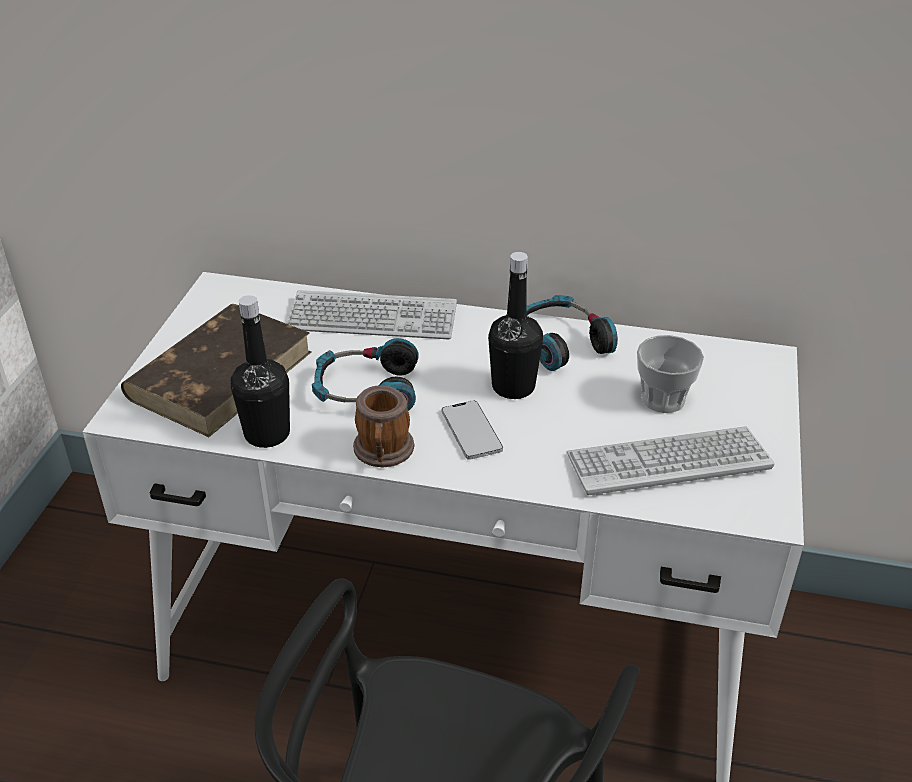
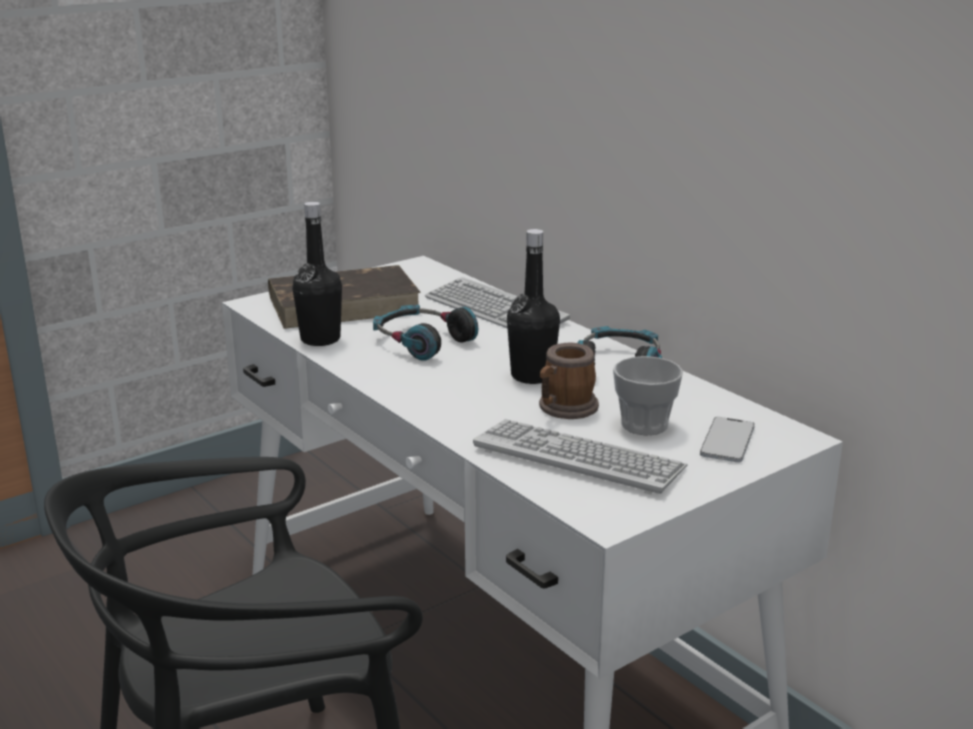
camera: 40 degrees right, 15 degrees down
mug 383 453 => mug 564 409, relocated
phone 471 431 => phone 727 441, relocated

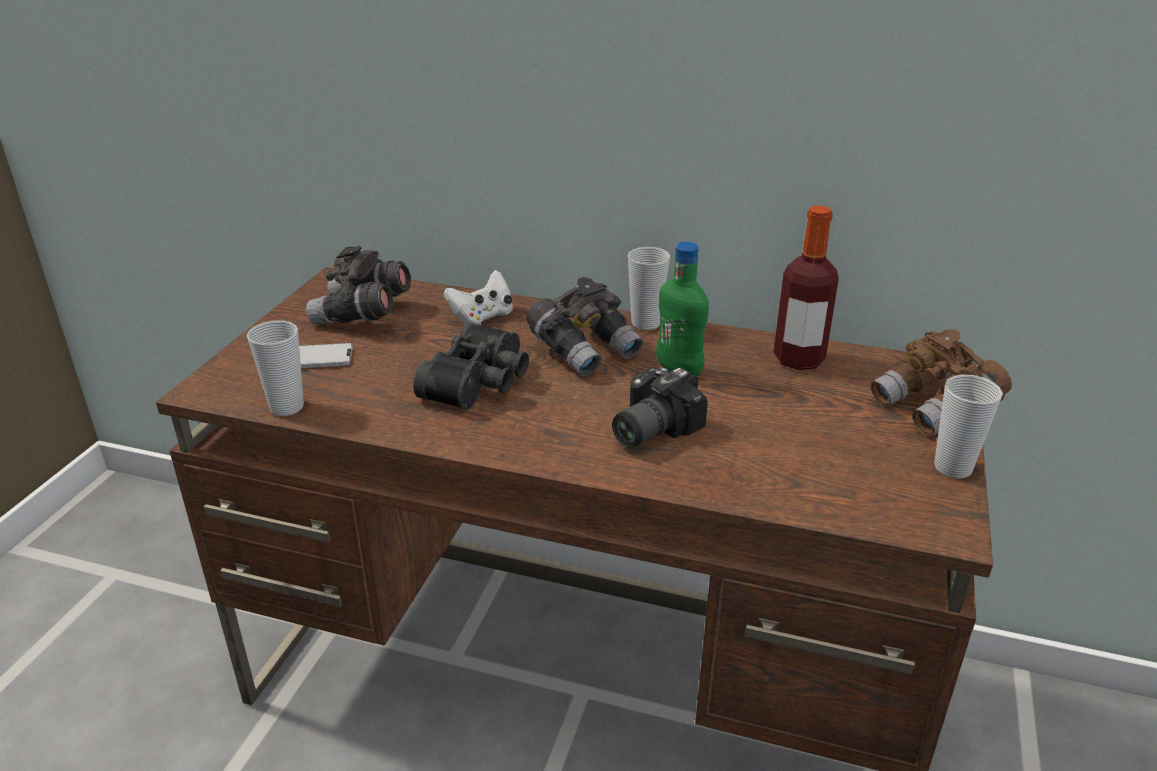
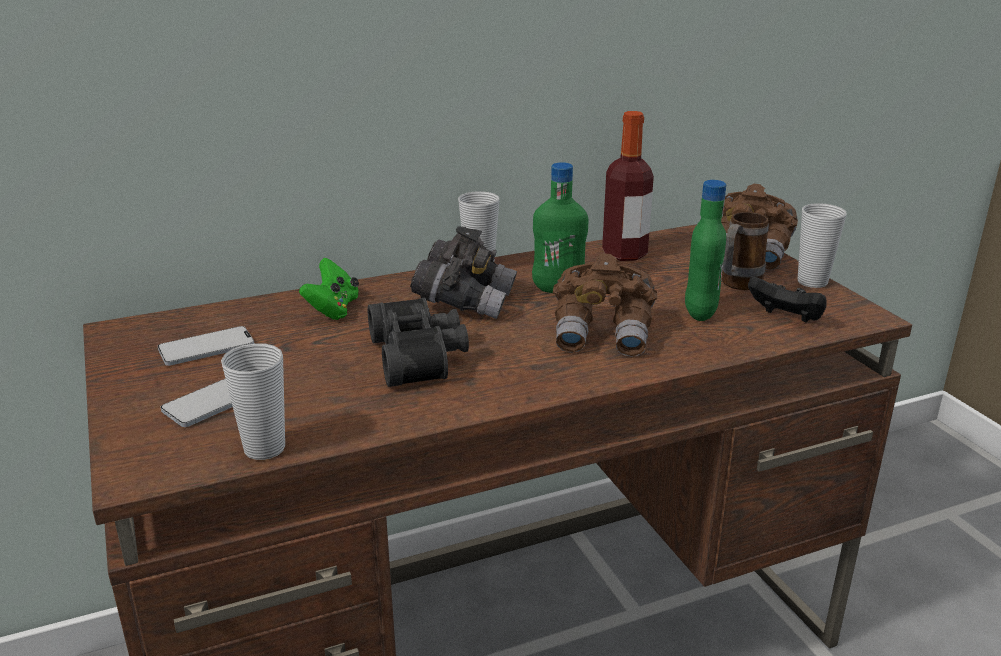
camera: 40 degrees left, 5 degrees down
grey binoculars 362 315 => phone 206 348
white game controller 482 317 => green game controller 333 309
photo camera 648 428 => brown binoculars 603 334
nothing => green bottle 700 312
nothing => mug 737 285
nothing => black game controller 786 318

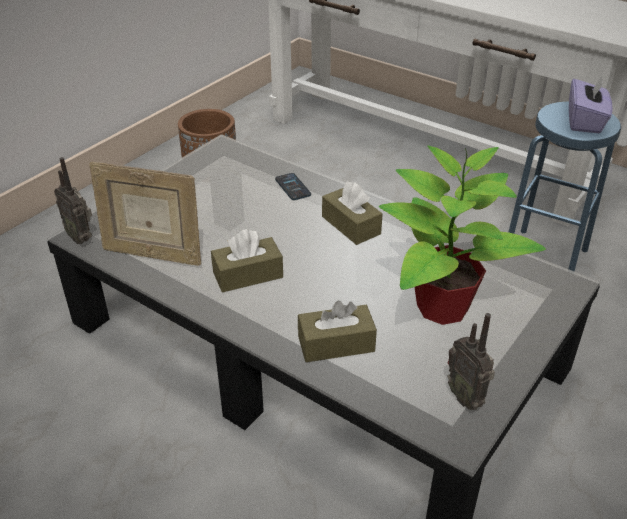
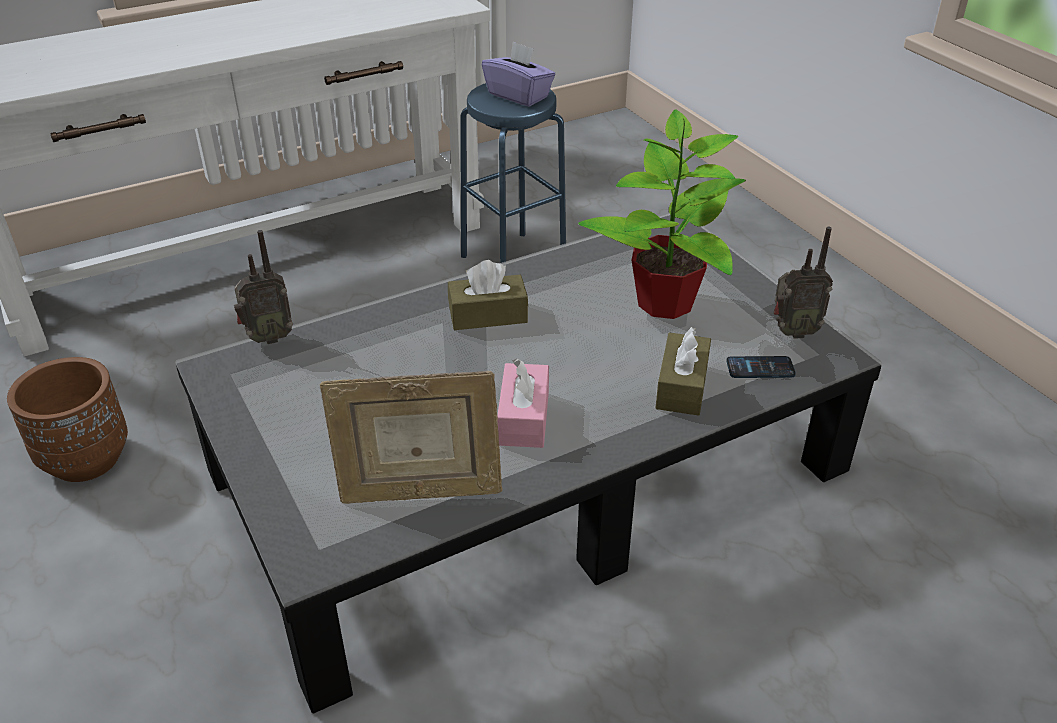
camera: 65 degrees left, 0 degrees up
radio 81 237 => radio 268 338, relocated
picture frame 152 254 => picture frame 419 492, 45 degrees clockwise
brown tissue box 248 275 => pink tissue box 524 418
phone 292 187 => phone 760 368, relocated

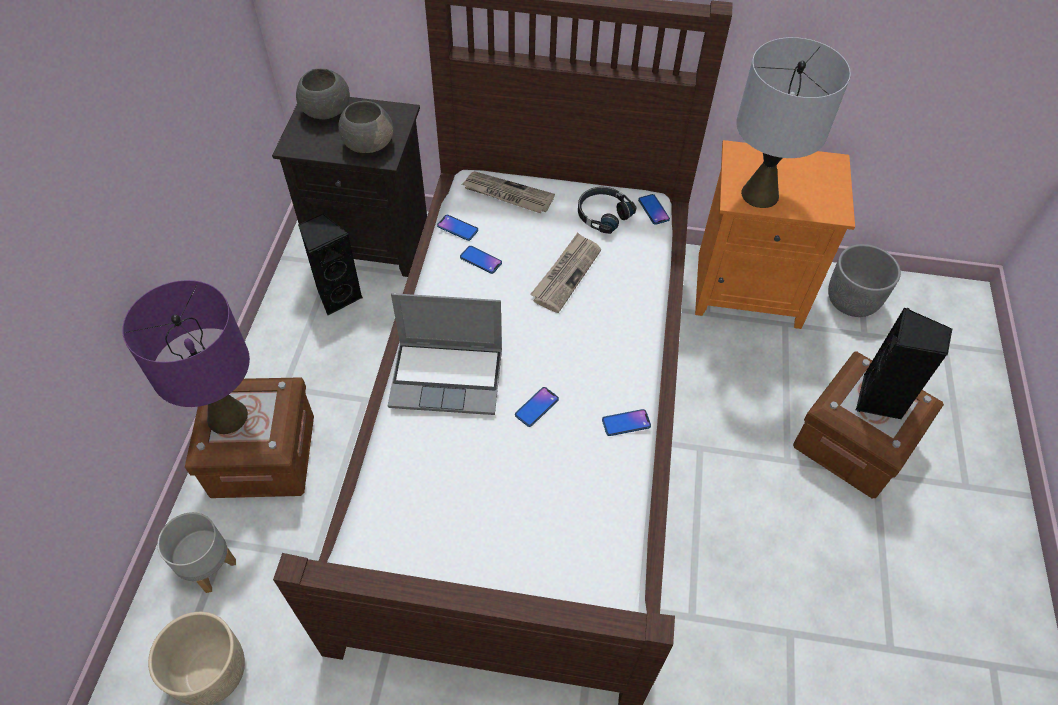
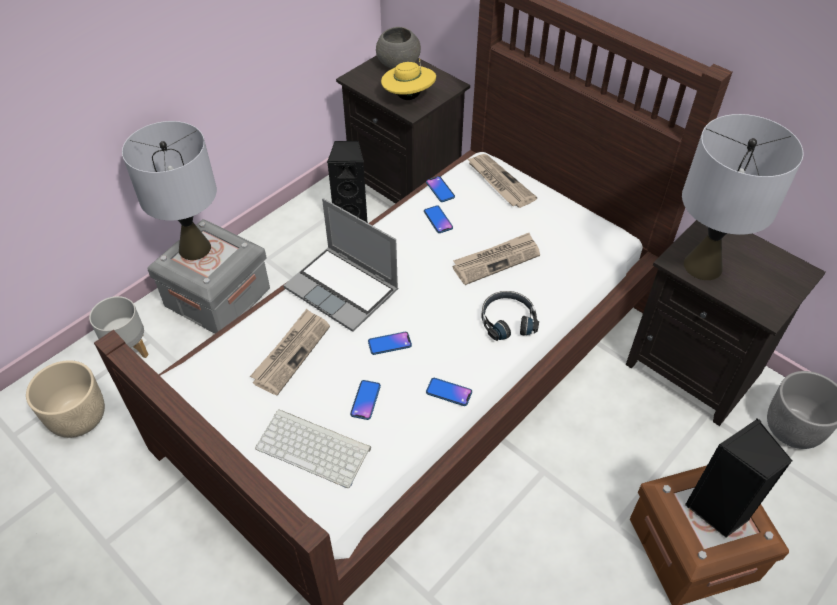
camera: 35 degrees right, 5 degrees down
purple table lamp 227 416 => grey table lamp 195 248
brown storage box 263 455 => grey storage box 217 297
nothing => newspaper 291 352
nothing => keyboard 315 447
phone 653 210 => phone 365 400, relocated
grey bowl 368 143 => yellow hat 408 96
black headphones 602 214 => black headphones 507 320, relocated
orange nightstand 750 288 => black nightstand 695 368

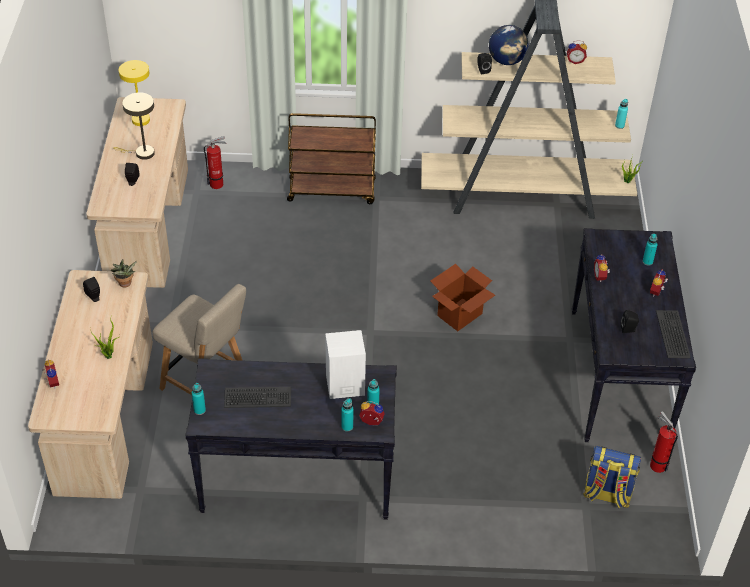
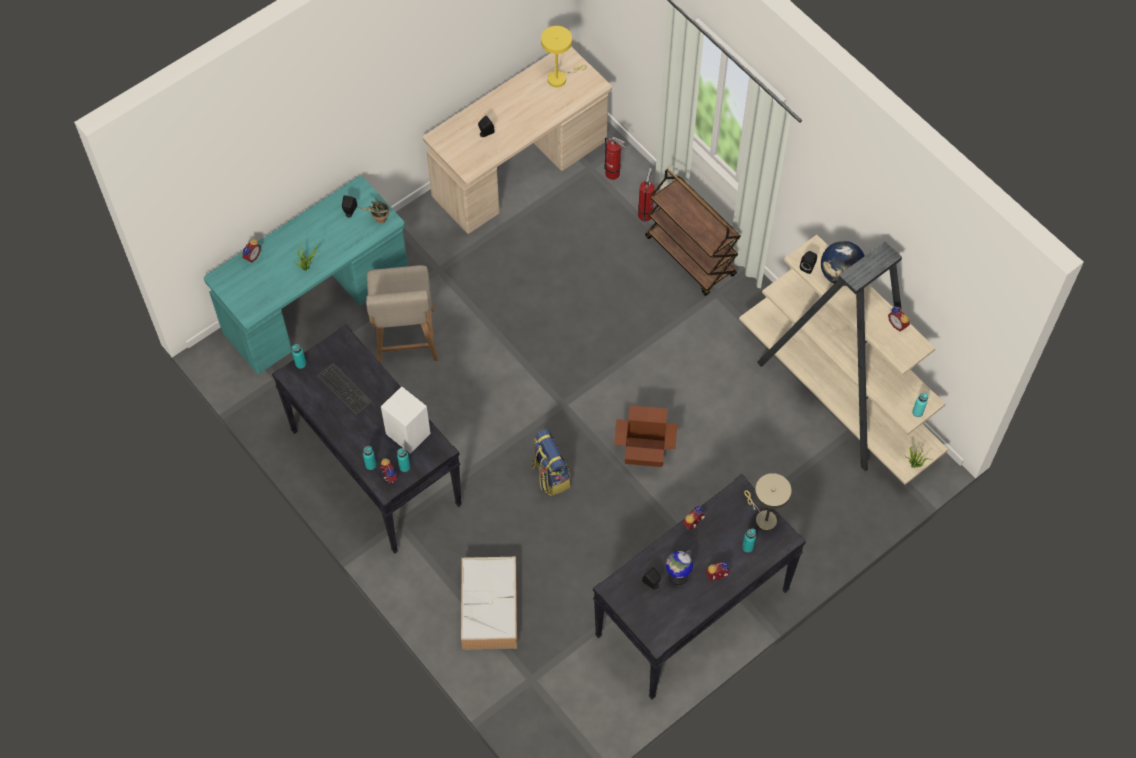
camera: 50 degrees right, 15 degrees up
beige desk 105 417 => turquoise desk 317 303
nothing => storage box 490 609
backpack 606 494 => backpack 550 475, relocated
fire extinguisher 656 464 => fire extinguisher 645 213, relocated
nothing => globe 678 576
beige table lamp 141 153 => beige table lamp 763 518, relocated
keyboard 673 334 => nothing

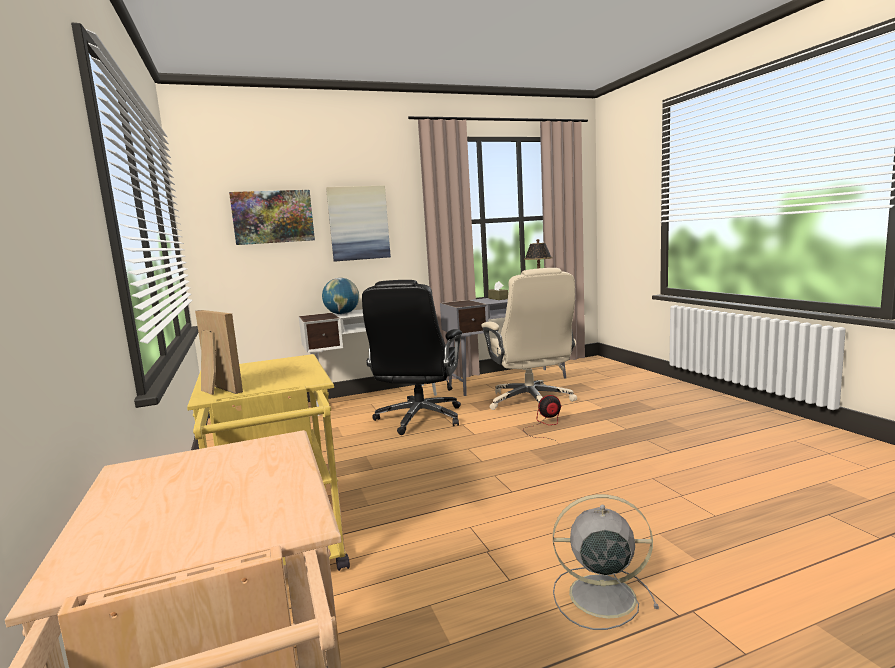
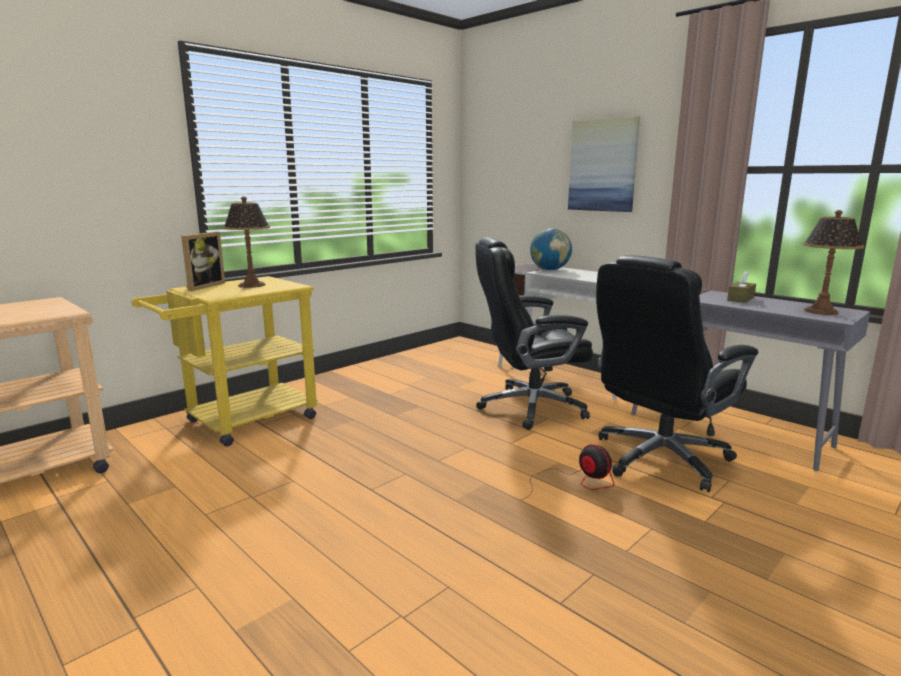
camera: 65 degrees right, 5 degrees up
nothing => table lamp 252 285
beige office chair 531 402 => black office chair 659 459
picture 273 217 => nothing
grey fan 599 595 => nothing

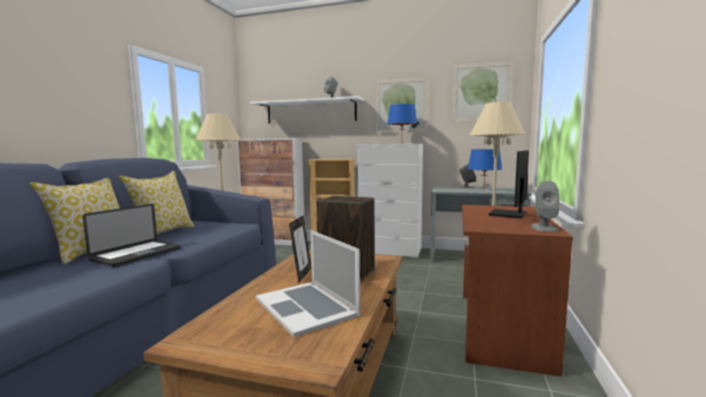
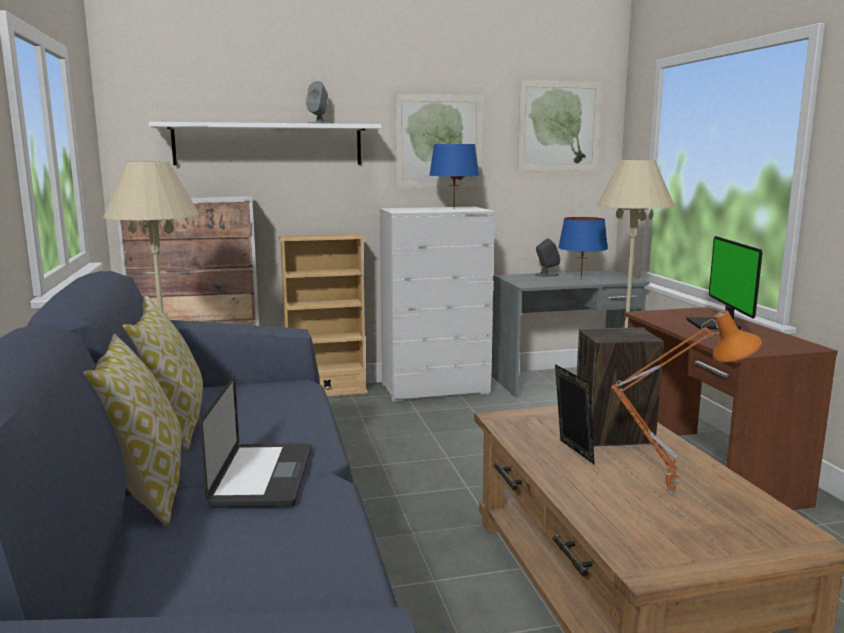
camera: 30 degrees left, 5 degrees up
laptop 306 306 => orange table lamp 672 491
grey speaker 544 228 => nothing

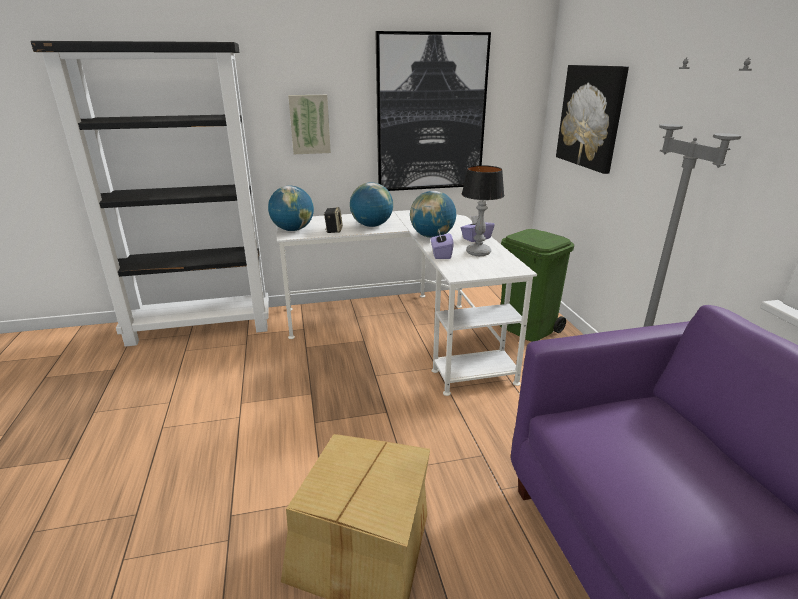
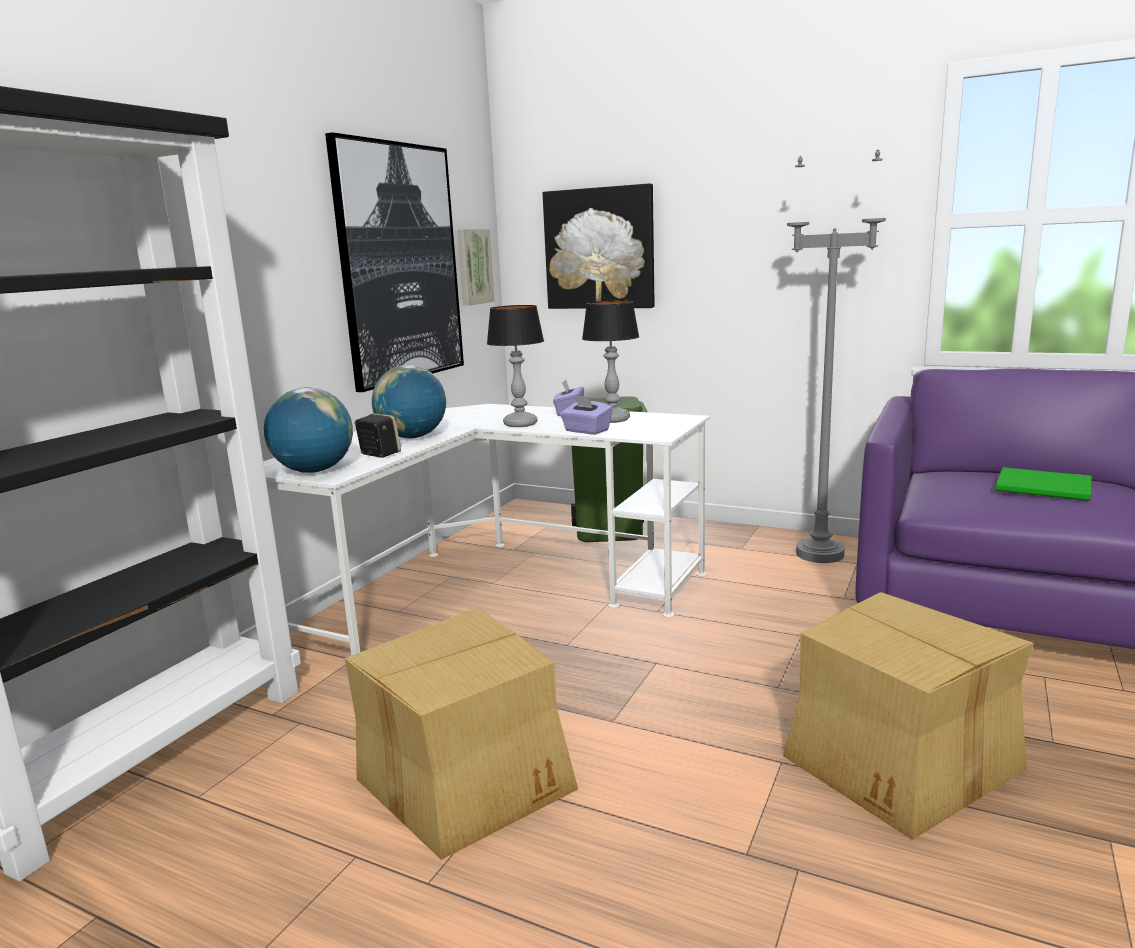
camera: 50 degrees left, 10 degrees down
nothing => cardboard box 467 777
picture 309 124 => picture 473 266, relocated
globe 432 236 => table lamp 521 424
nothing => green book 1046 488

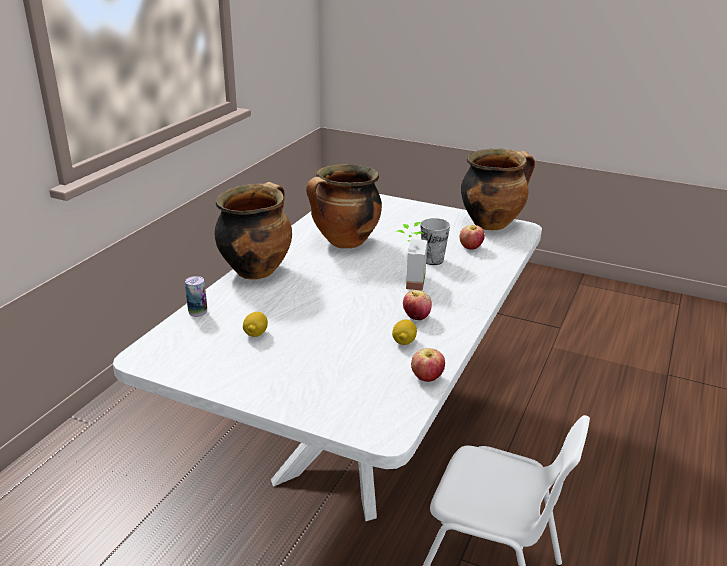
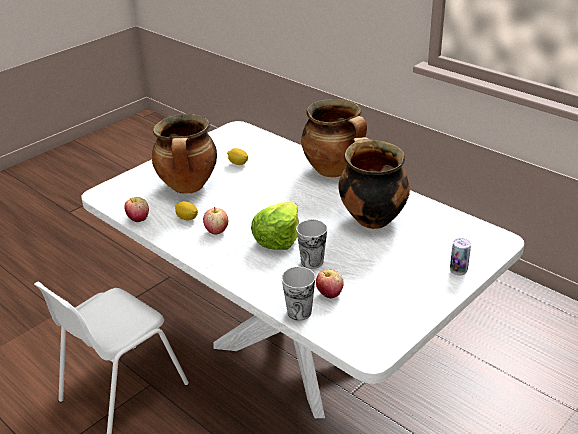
camera: 110 degrees right, 5 degrees up
cooking pot 492 223 => cooking pot 189 187, relocated
potted plant 408 281 => lettuce 277 239
nothing => cup 299 312
can 198 312 => can 458 270, relocated

